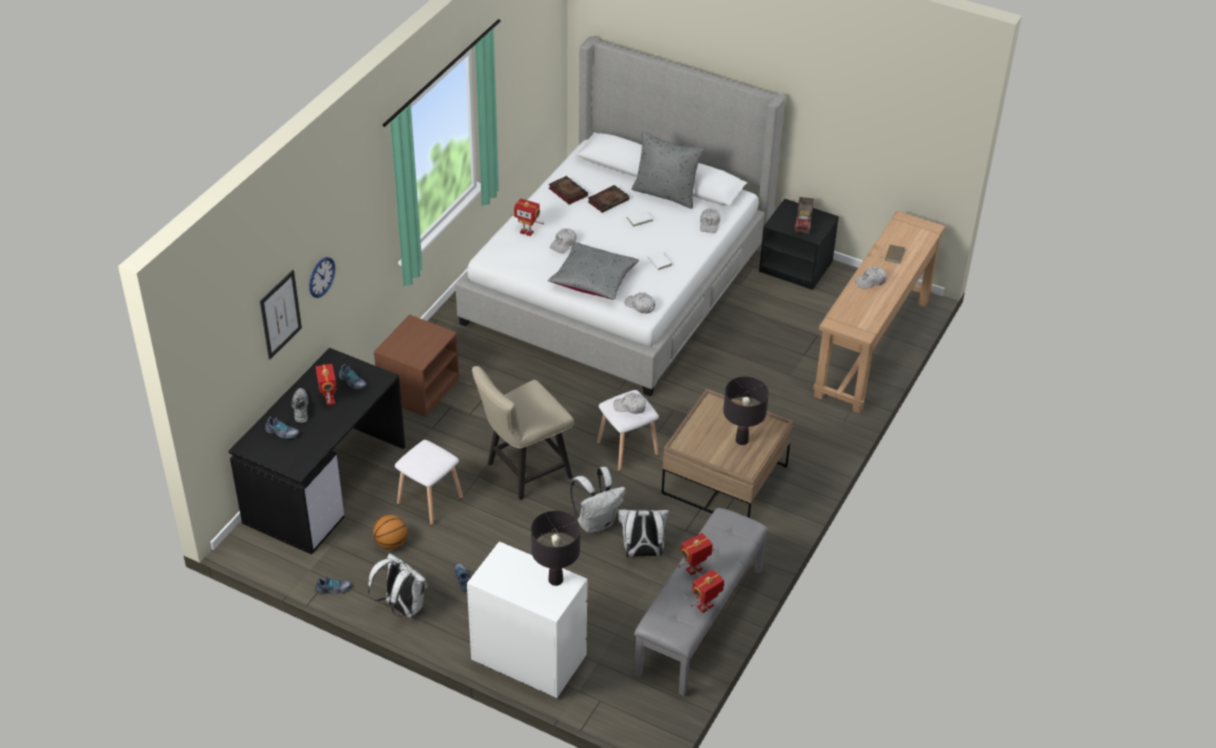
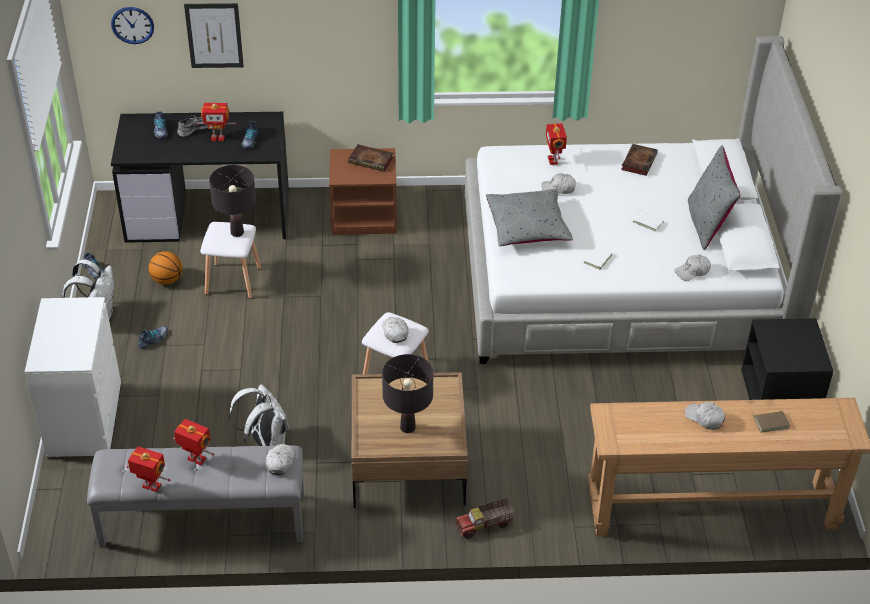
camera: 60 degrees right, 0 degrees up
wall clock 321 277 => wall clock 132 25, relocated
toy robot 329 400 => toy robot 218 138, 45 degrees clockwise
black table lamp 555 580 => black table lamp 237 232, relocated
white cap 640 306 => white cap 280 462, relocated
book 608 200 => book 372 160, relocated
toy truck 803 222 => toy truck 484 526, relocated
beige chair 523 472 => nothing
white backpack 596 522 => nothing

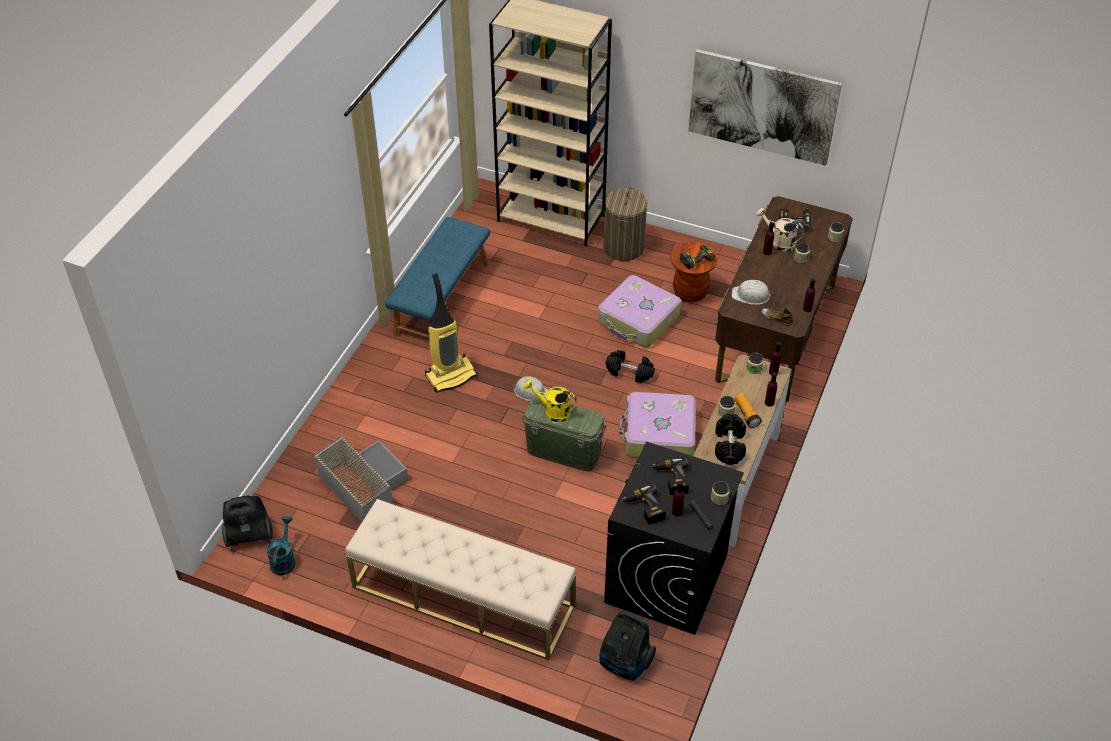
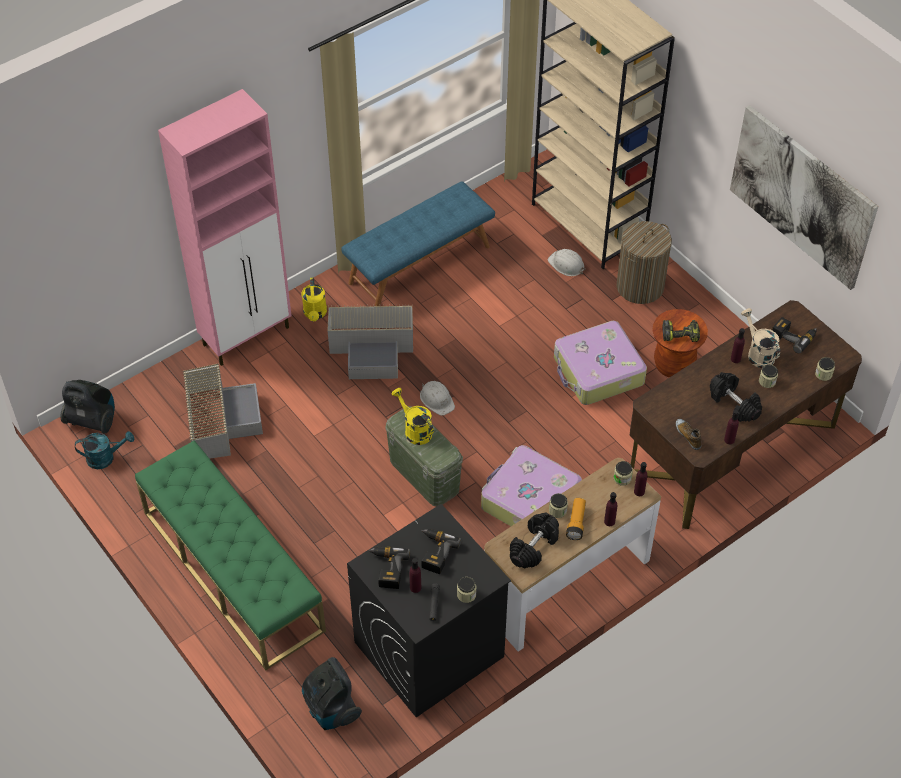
camera: 30 degrees right, 5 degrees up
turquoise watering can 284 559 => turquoise watering can 105 458, 45 degrees clockwise
beige bench 462 596 => green bench 232 570
nothing => pink cabinet 247 335
nothing => yellow watering can 315 314
vacuum cleaner 451 375 => grey storage box 373 348
white hard hat 751 295 => white hard hat 566 265, relocated
black dumbbell 629 372 => black dumbbell 734 404, relocated

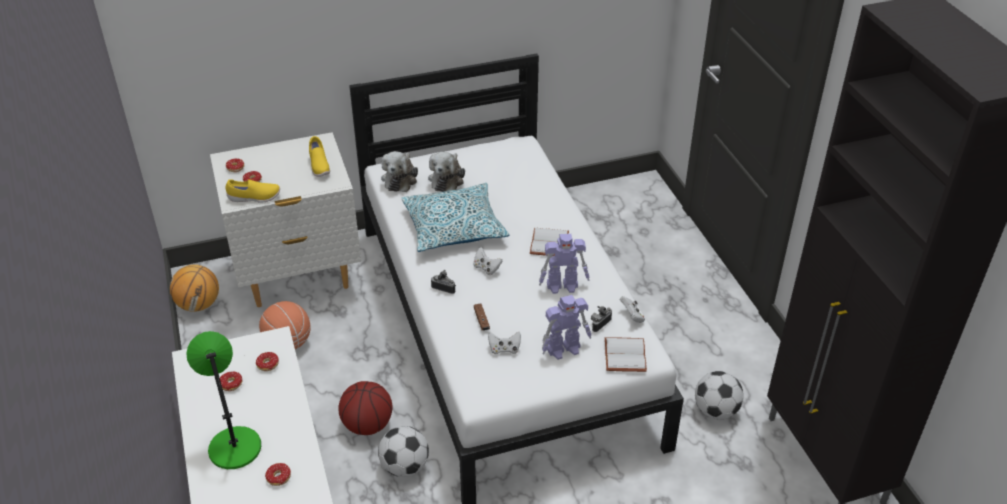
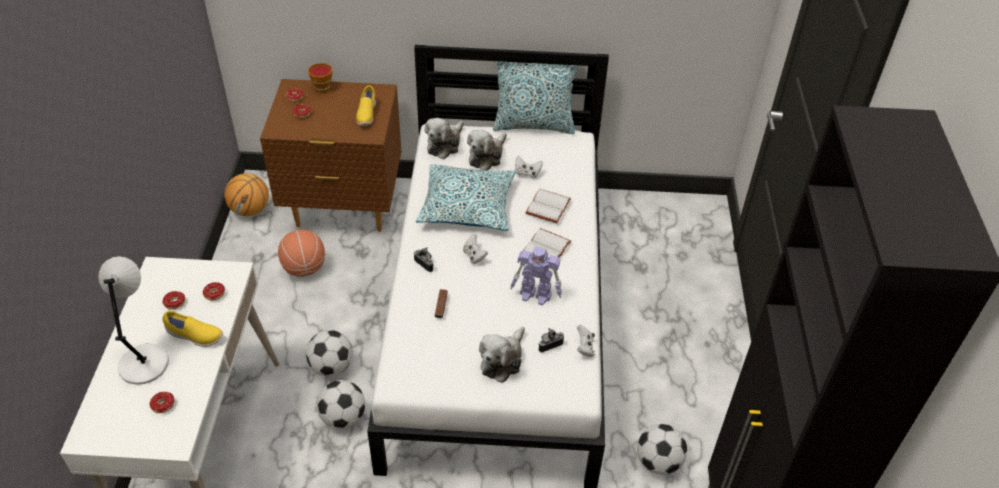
camera: 20 degrees right, 5 degrees up
green table lamp 234 446 => grey table lamp 144 362
yellow shoe 254 198 => yellow shoe 194 336, relocated
white nightstand 298 277 => brown nightstand 343 208
basketball 367 424 => football 331 366
nothing => cup 322 87
toy robot 565 349 => plush toy 502 360
nothing => pillow 534 124
white game controller 504 349 => white game controller 527 173, relocated
white book 623 355 => white book 547 206, relocated

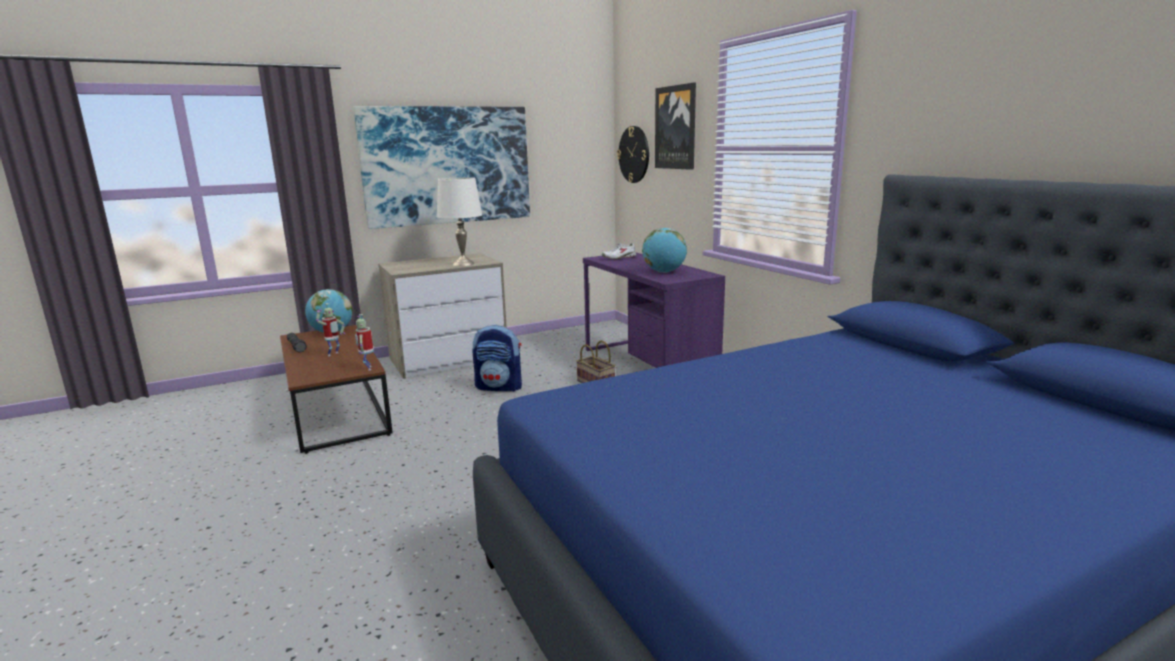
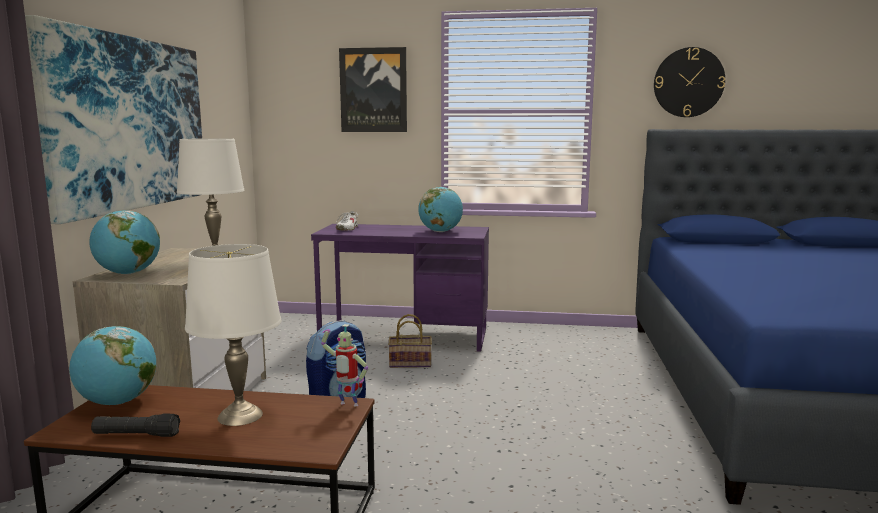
camera: 55 degrees left, 5 degrees down
nothing => globe 128 273
toy robot 334 354 => white table lamp 239 415
wall clock 634 154 => wall clock 688 82, relocated

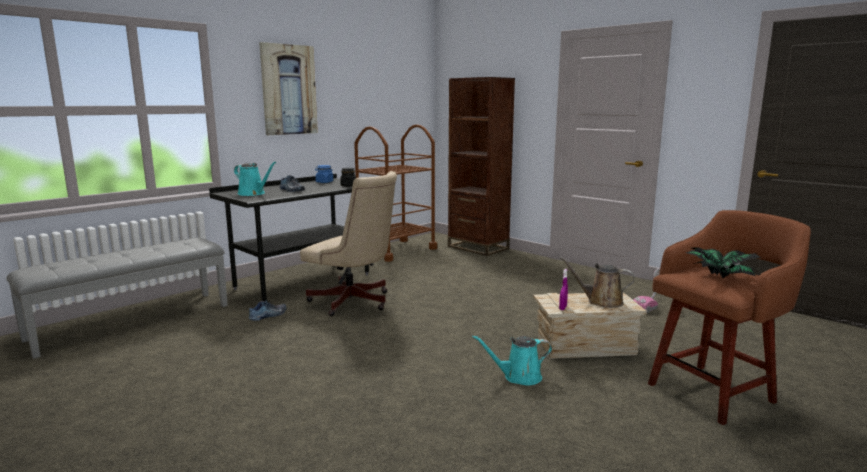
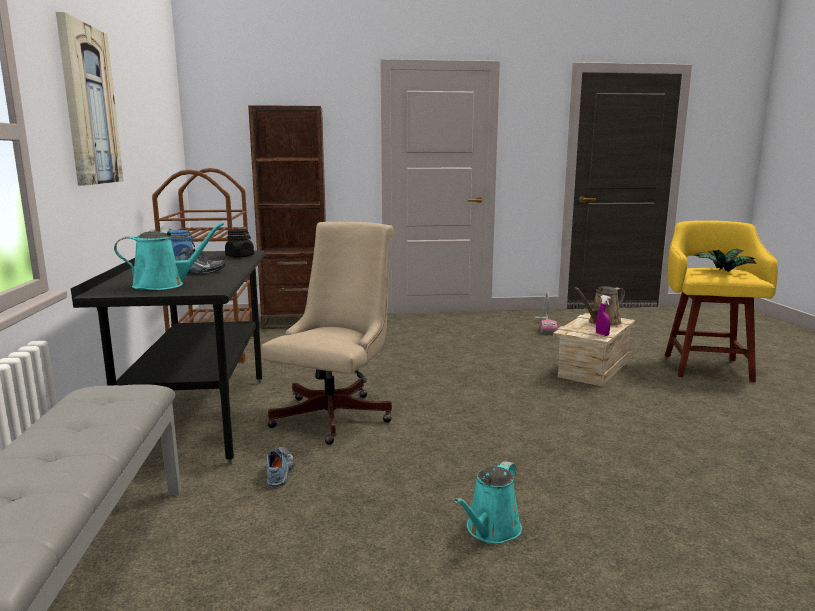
camera: 50 degrees left, 0 degrees up
beige office chair 354 303 => beige office chair 337 414, 45 degrees counterclockwise
turquoise watering can 518 377 => turquoise watering can 491 530, relocated
brown stool 713 391 => yellow stool 706 366

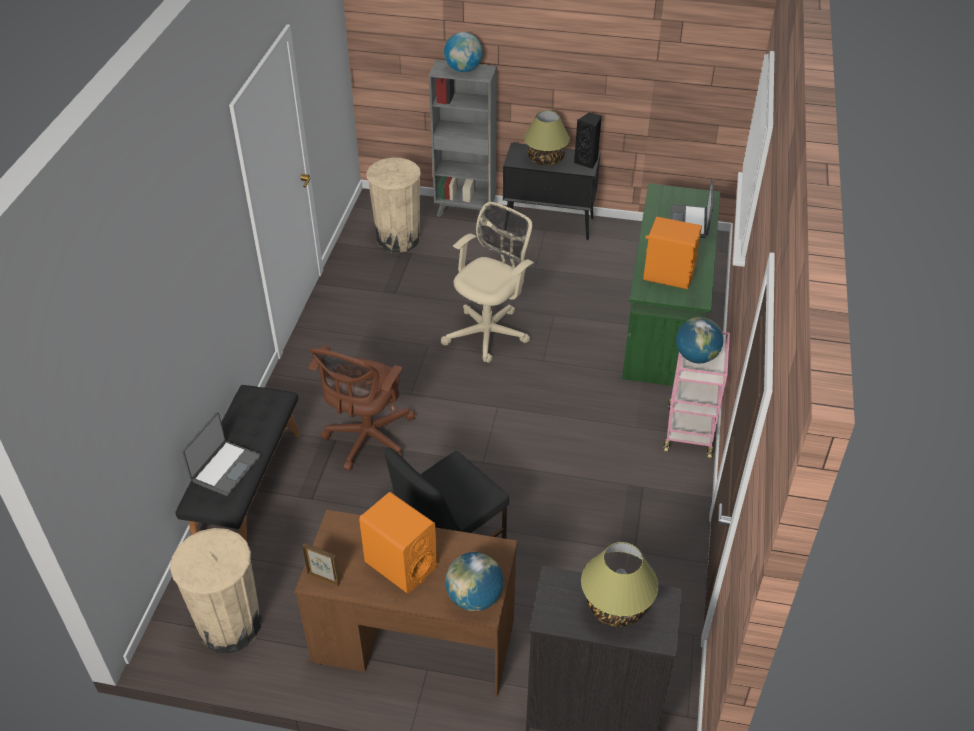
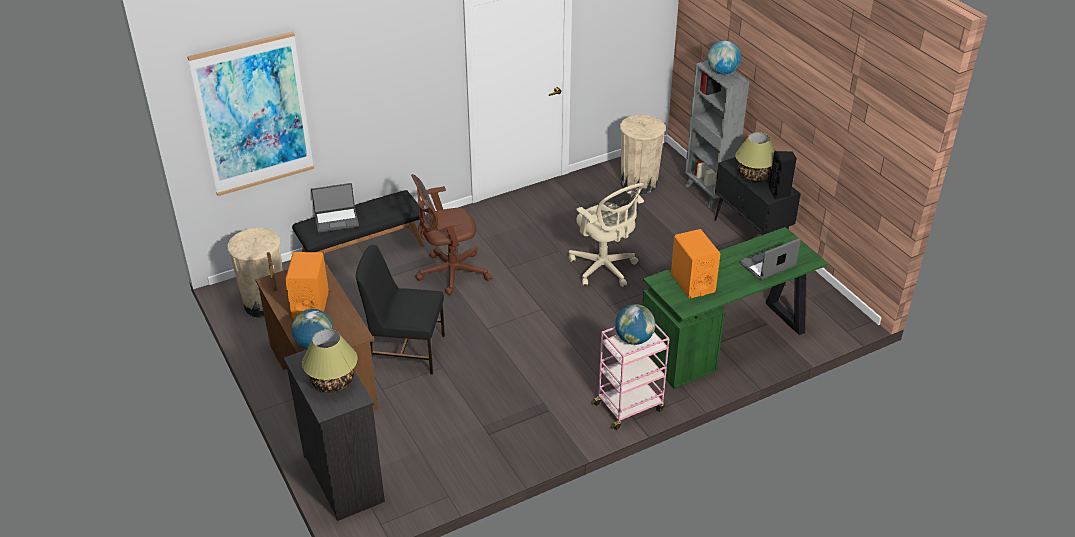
camera: 50 degrees right, 5 degrees down
nothing => picture 253 114
beige office chair 489 332 => beige office chair 604 269, 60 degrees clockwise

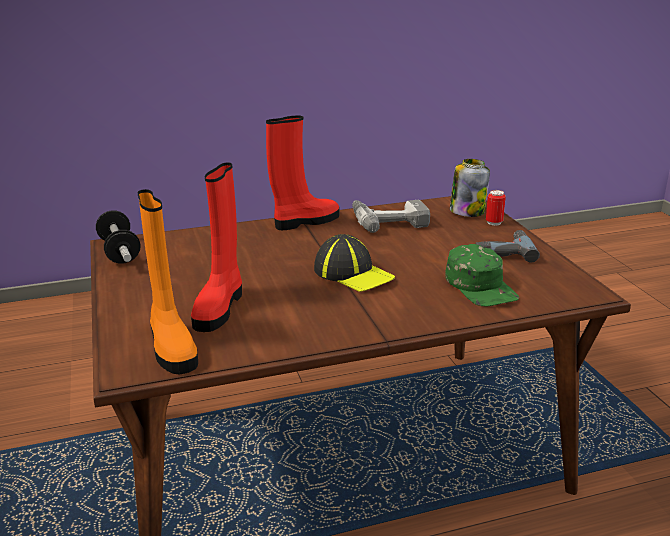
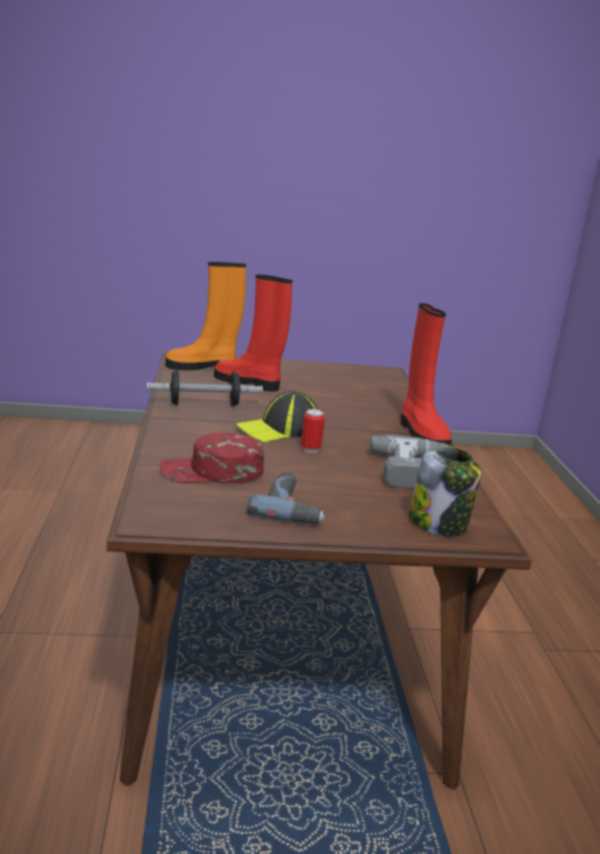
camera: 100 degrees right, 5 degrees down
dumbbell 119 252 => dumbbell 204 404, relocated
green cap 481 286 => red cap 211 472
can 494 222 => can 310 449, relocated

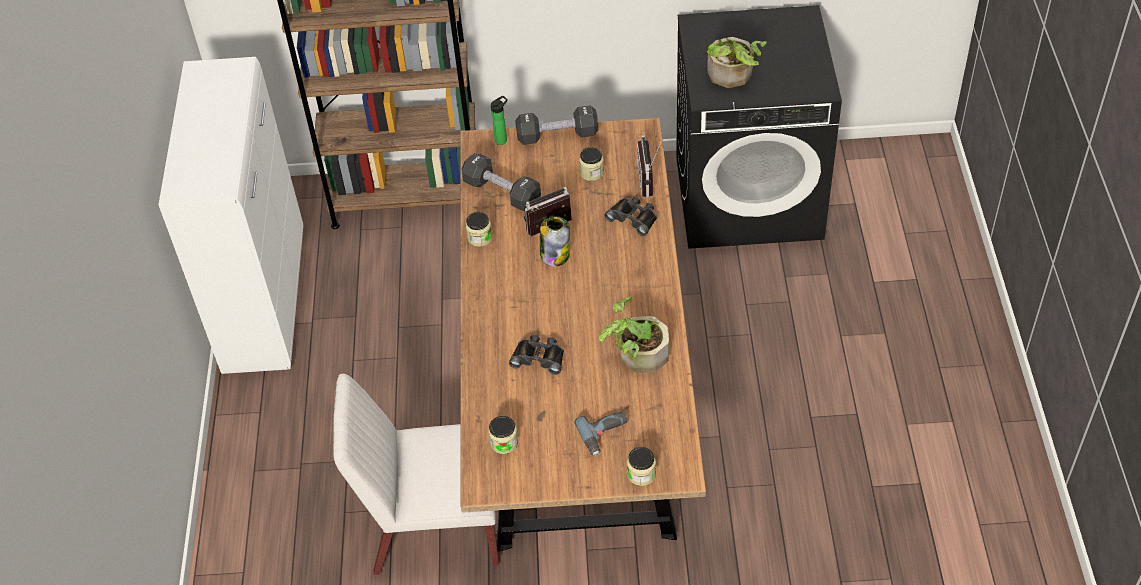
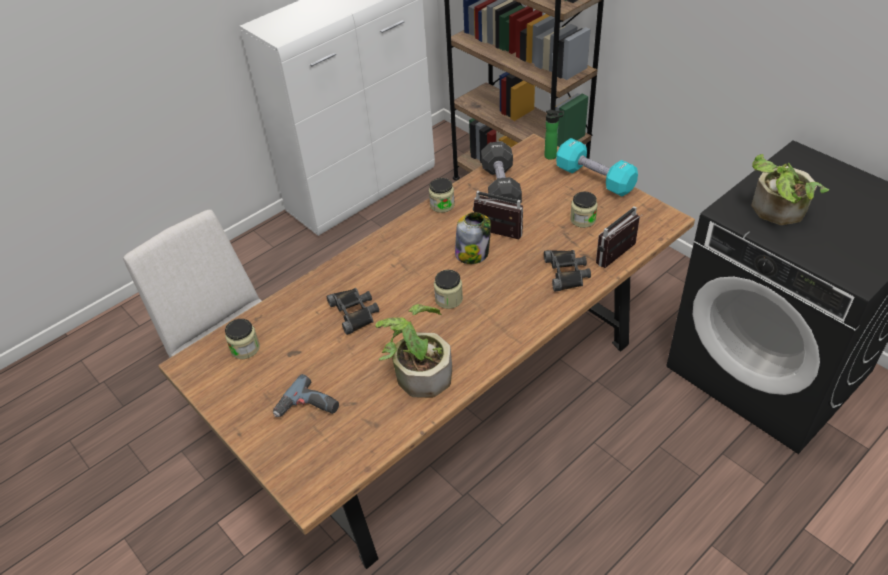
camera: 50 degrees right, 5 degrees down
jar 641 474 => jar 449 299, relocated
black dumbbell 557 136 => turquoise dumbbell 595 179

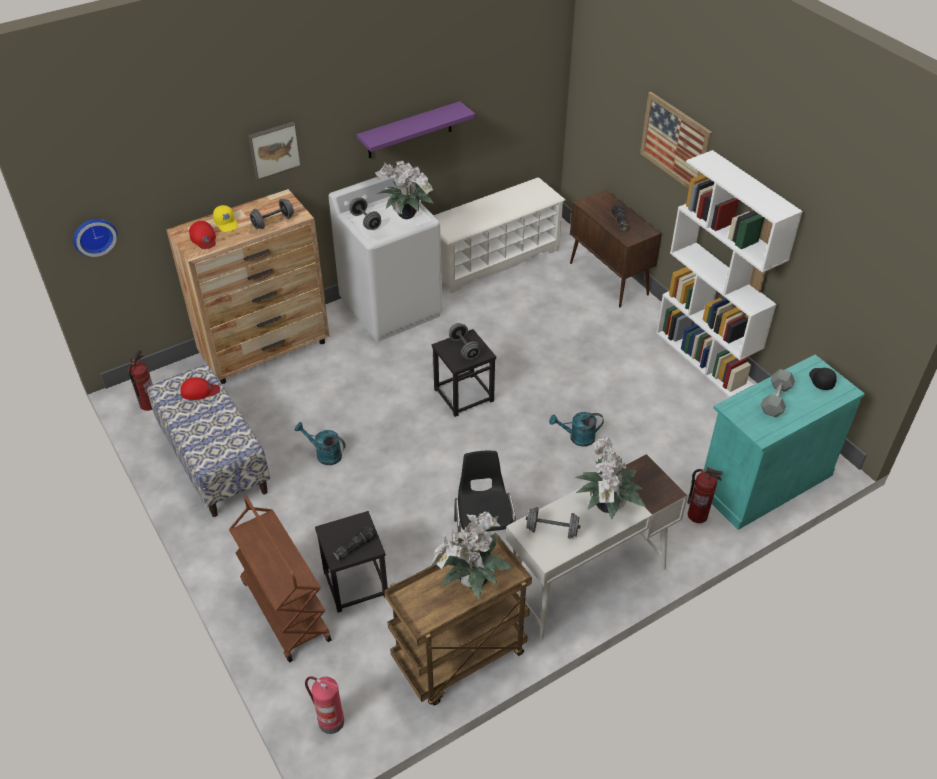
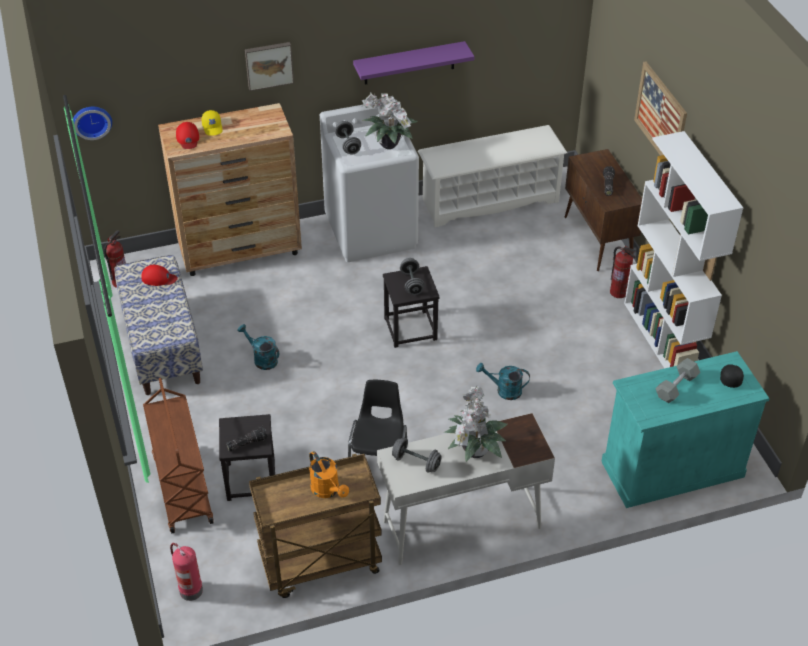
camera: 15 degrees right, 0 degrees up
potted plant 471 581 => orange watering can 328 490
fire extinguisher 697 515 => fire extinguisher 618 292, relocated
grey dumbbell 273 222 => nothing

